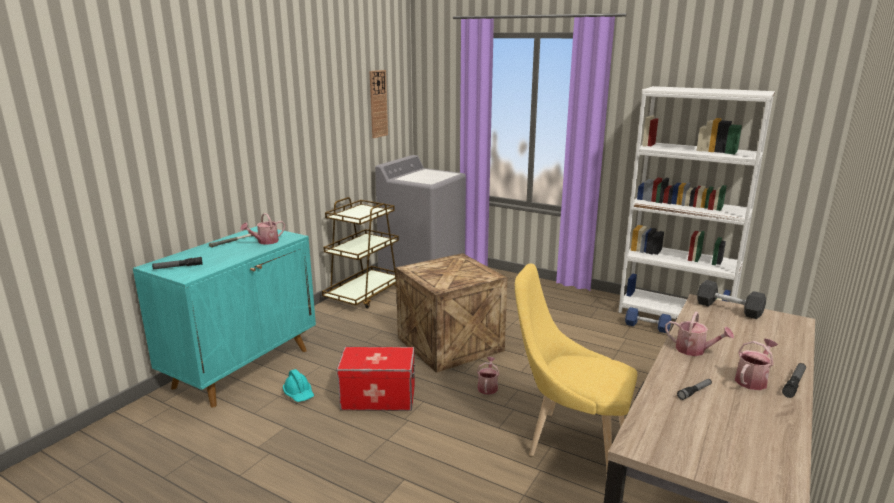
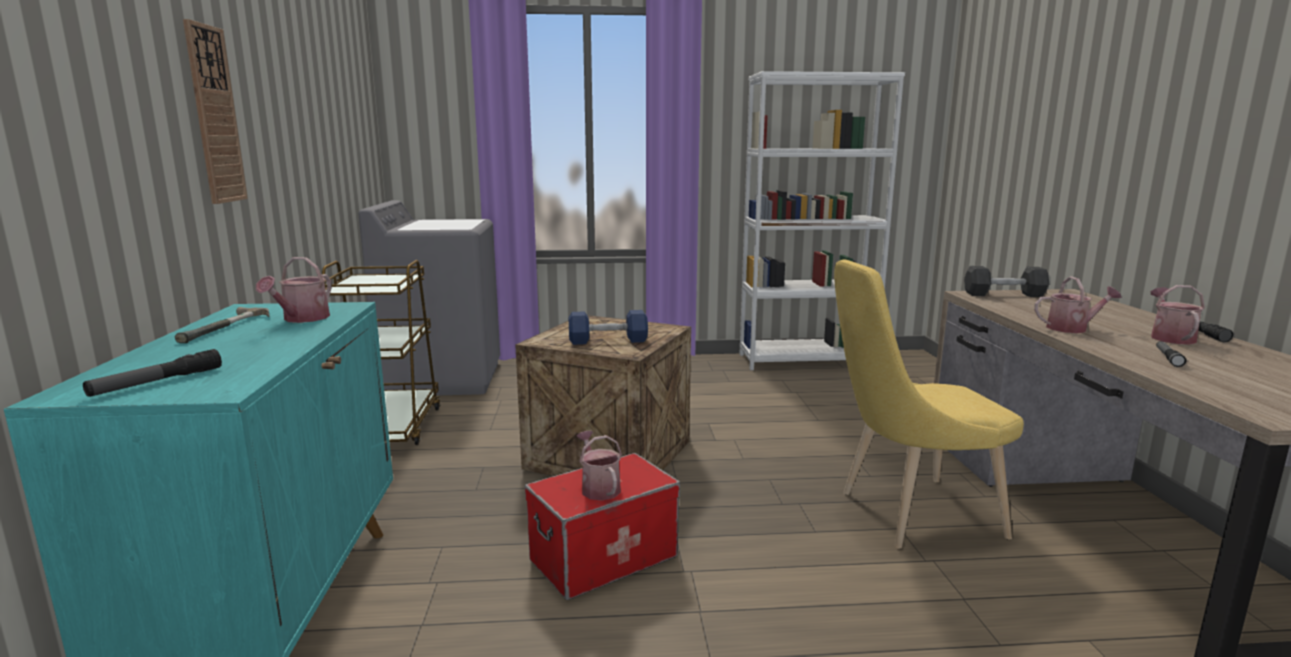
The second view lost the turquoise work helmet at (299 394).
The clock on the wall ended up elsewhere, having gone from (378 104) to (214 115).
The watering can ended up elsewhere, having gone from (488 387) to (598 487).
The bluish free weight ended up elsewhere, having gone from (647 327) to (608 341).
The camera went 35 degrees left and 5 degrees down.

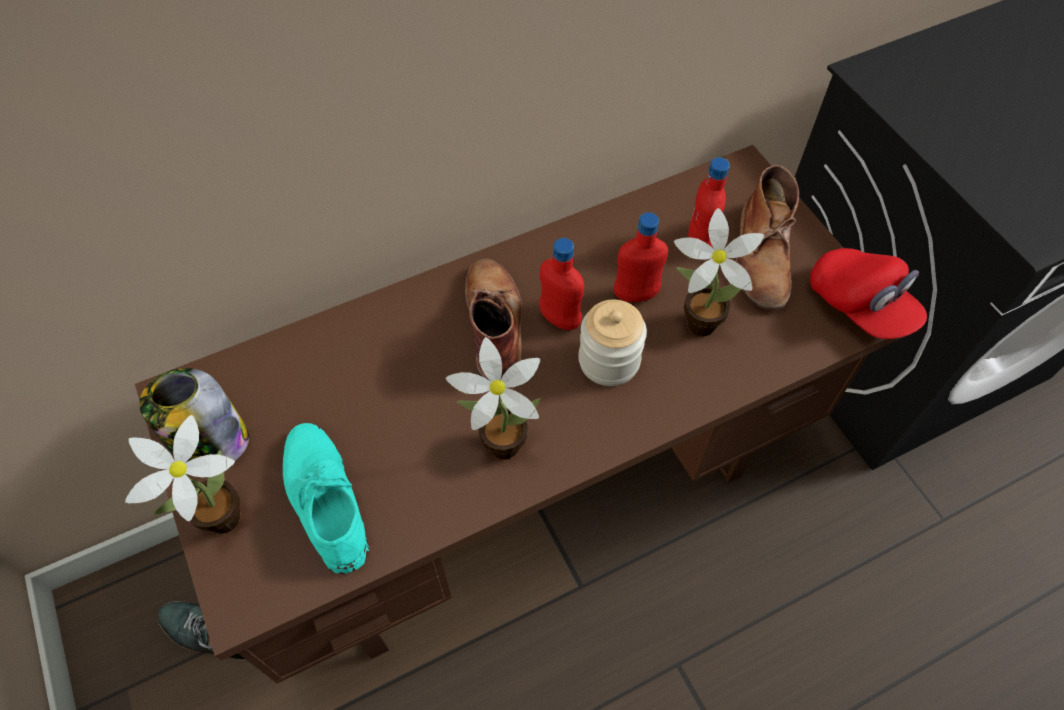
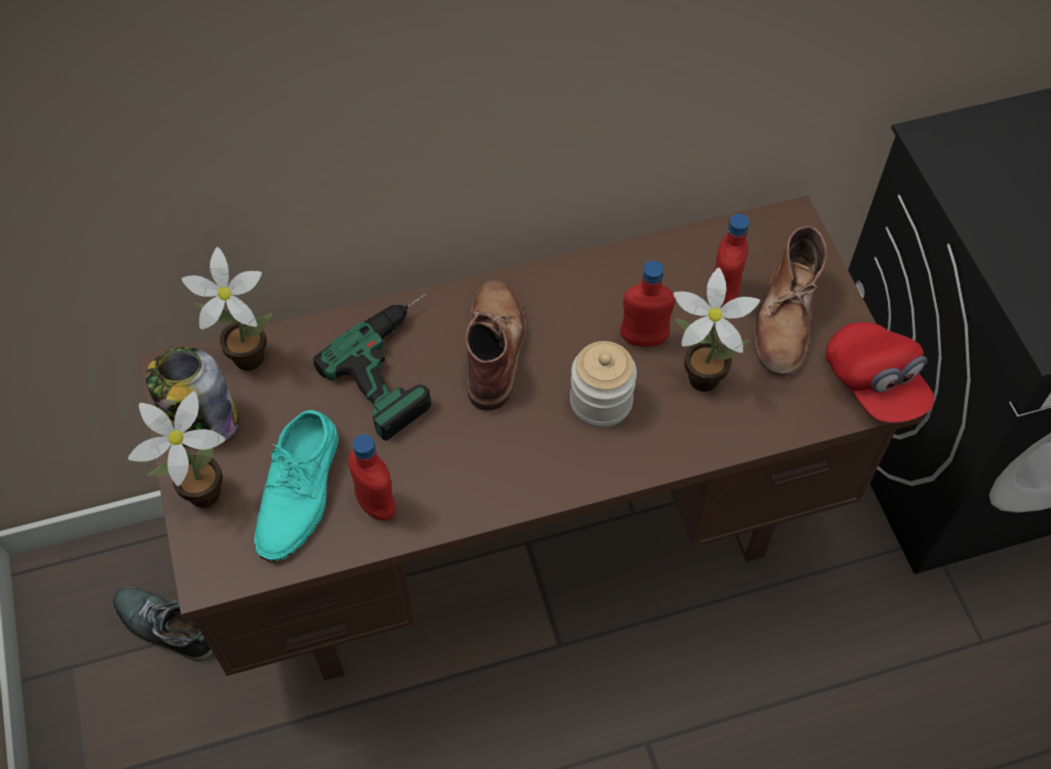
The turquoise item of footwear at (324 499) ended up facing another way, 150 degrees counterclockwise from before.
The potted plant ended up elsewhere, having gone from (498 443) to (244 355).
The red drink bottle ended up elsewhere, having gone from (559 319) to (376 505).
The second view gained the drill at (400 365).
The camera went 10 degrees right and 0 degrees up.

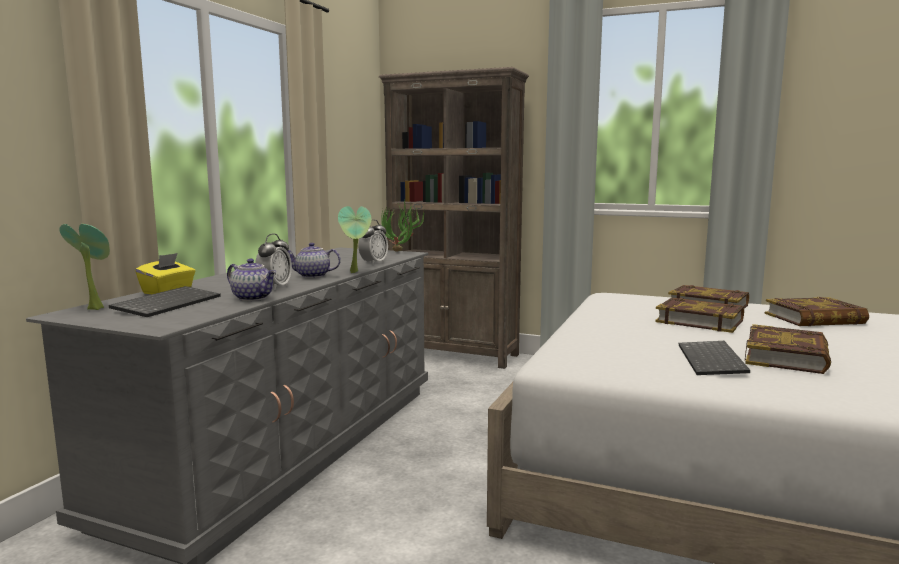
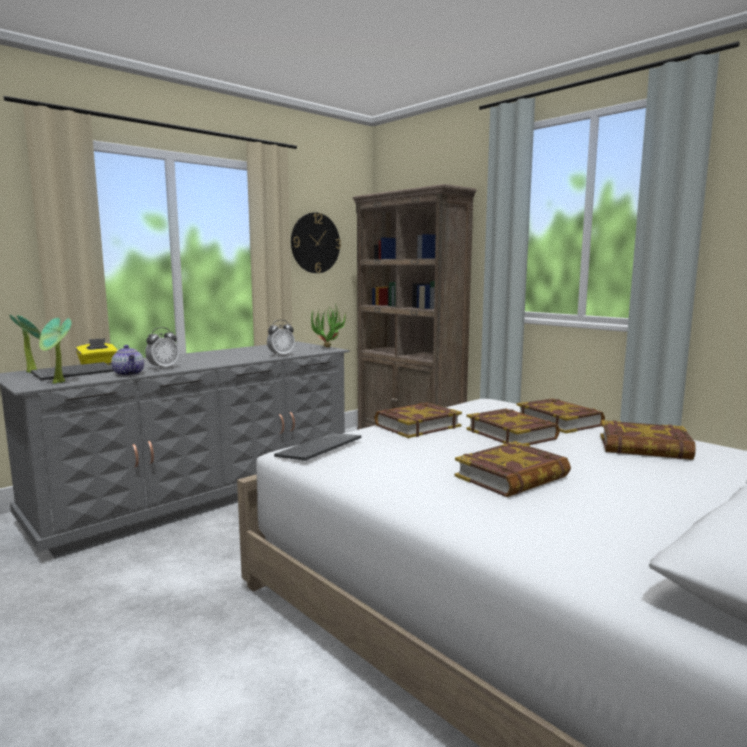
The second view lost the pot for tea at (312 276).
The potted plant ended up elsewhere, having gone from (356 272) to (58 383).
The keyboard ended up elsewhere, having gone from (713 361) to (320 449).
The second view gained the clock on the wall at (315 243).
The second view gained the bound book at (417 425).
The camera went 25 degrees right and 0 degrees up.

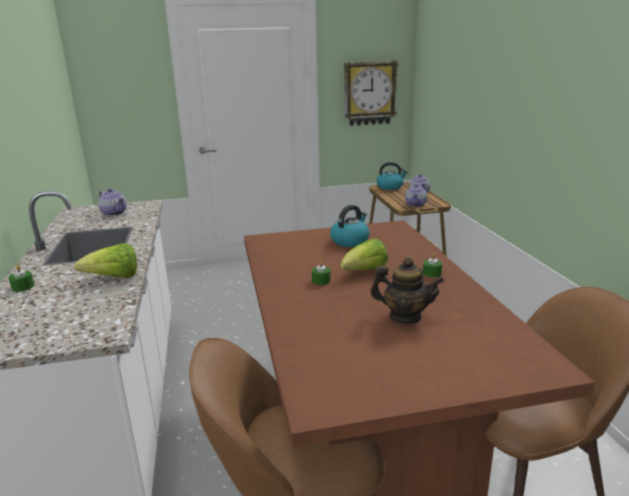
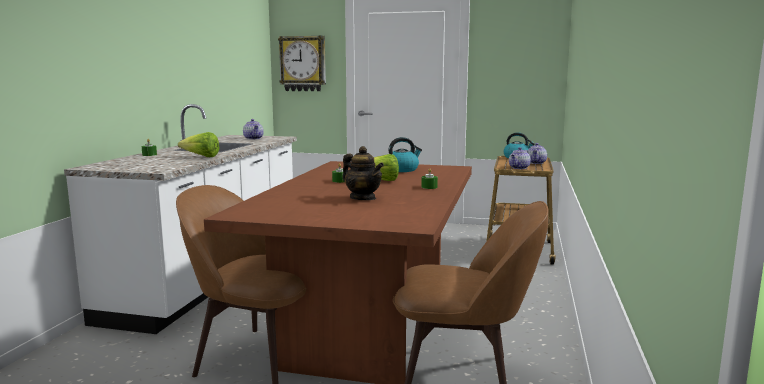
The clock on the wall ended up elsewhere, having gone from (369 93) to (303 63).
The camera went 25 degrees right and 10 degrees down.

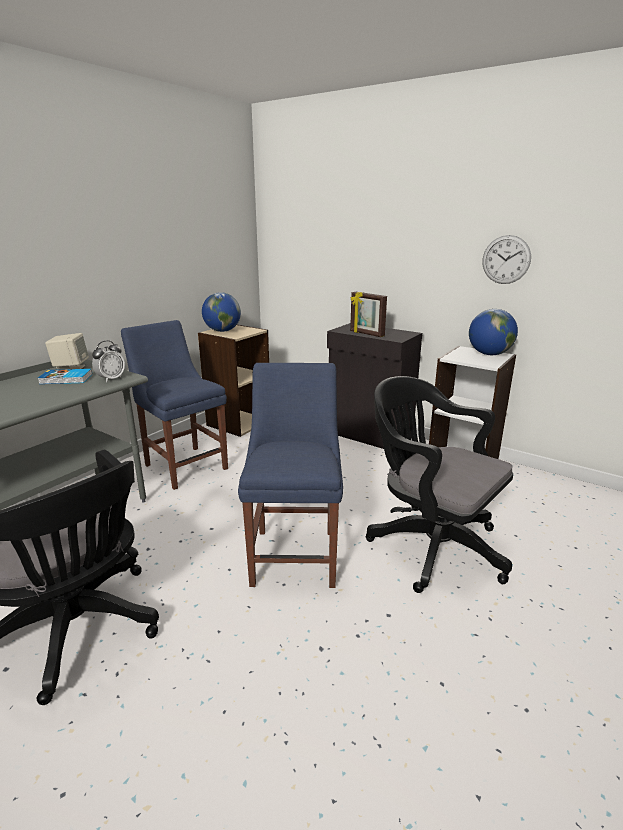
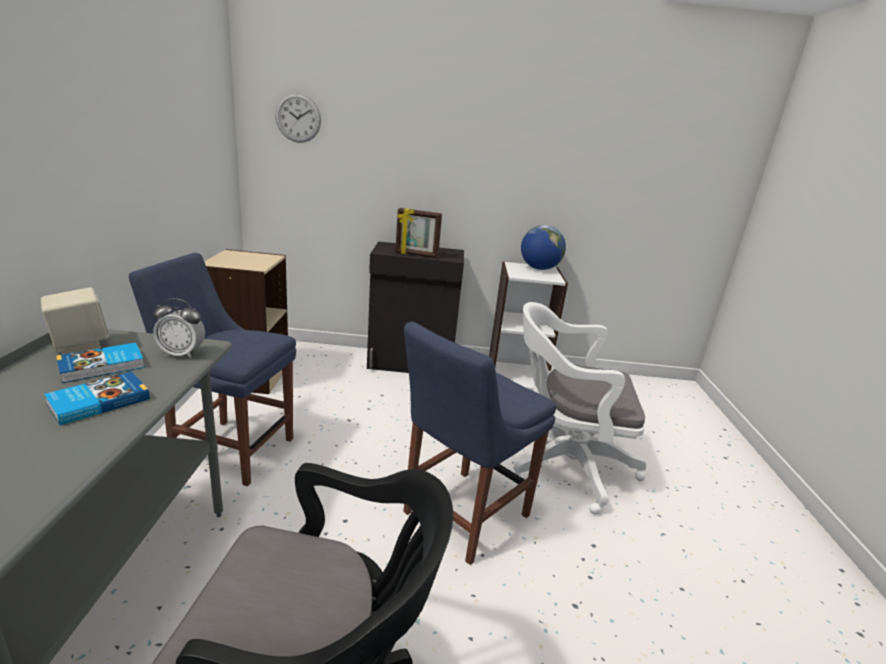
The table clock at (111 379) ended up facing another way, 90 degrees clockwise from before.
The second view lost the globe at (222 331).
The bluish chair at (295 553) ended up facing another way, 105 degrees counterclockwise from before.
What was the blackish office chair at (430 545) turned into the white office chair at (562 464).
The clock on the wall ended up elsewhere, having gone from (506 259) to (298 118).
The second view gained the bound book at (98 401).
The camera went 35 degrees left and 0 degrees up.

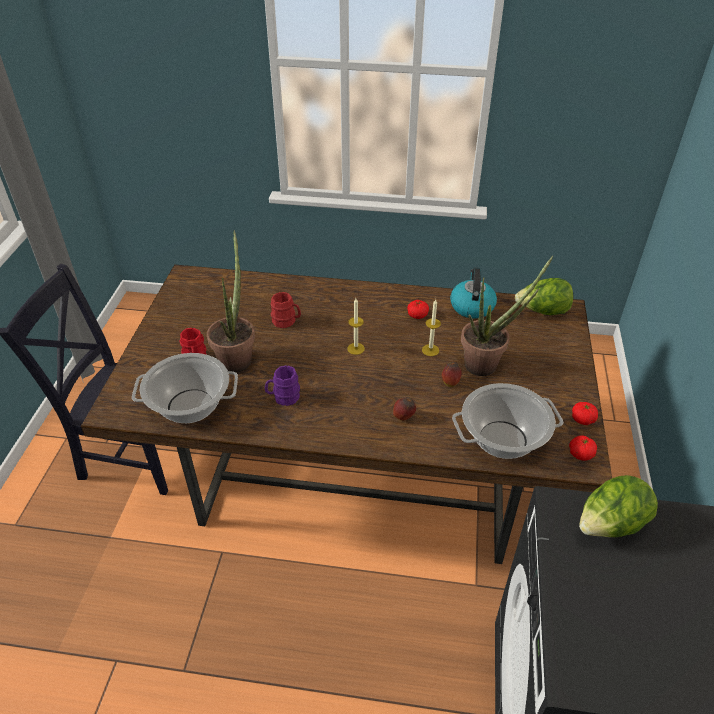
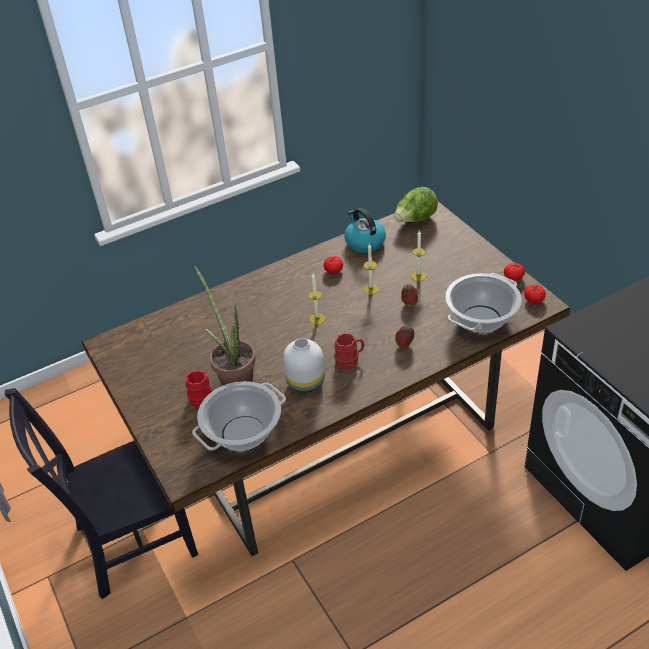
Where the purplish coffee mug stood at (283 397), the white flower vase came to stand at (306 383).
The red coffee mug ended up elsewhere, having gone from (287 321) to (350 360).
Where the potted plant stood at (487 363), the candle came to stand at (418 276).
The second view lost the lettuce head at (610 525).
The camera went 35 degrees left and 0 degrees up.

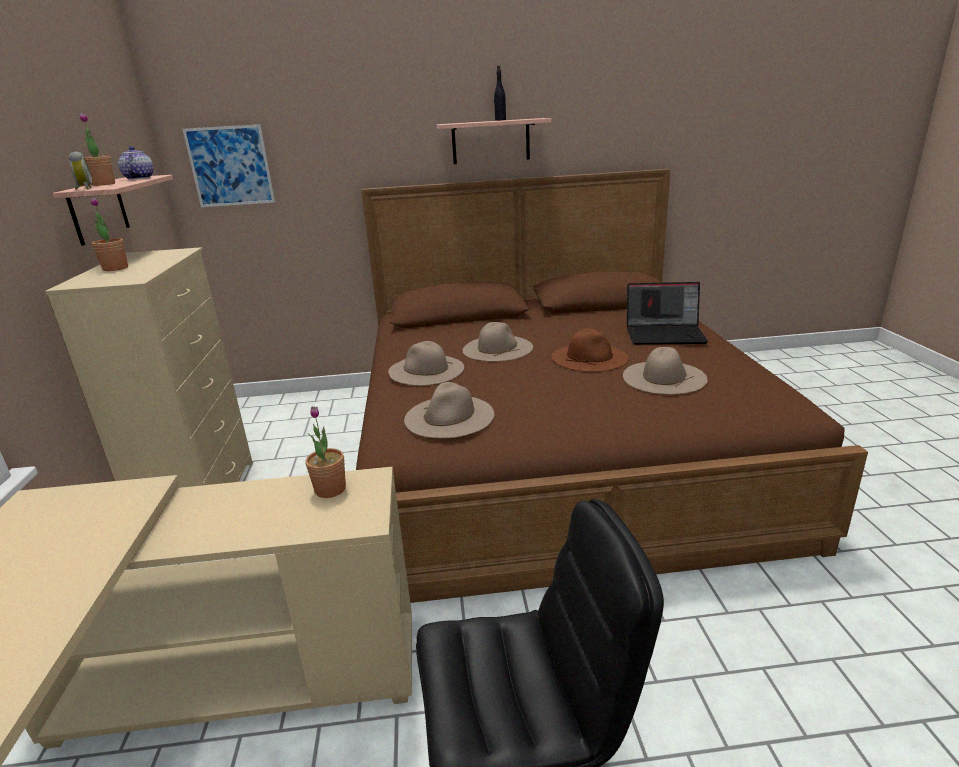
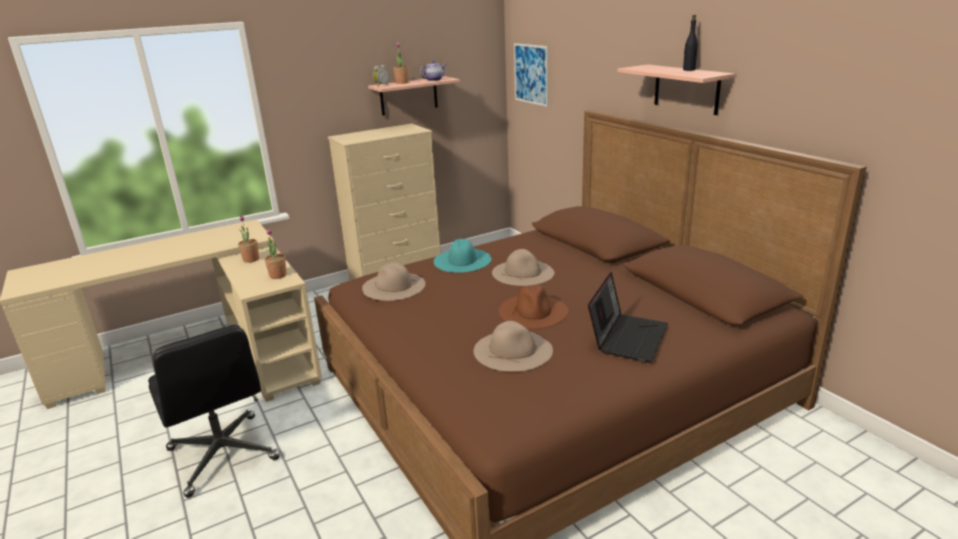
The potted plant ended up elsewhere, having gone from (115 268) to (251 259).
What was the beige hat at (426 370) turned into the turquoise hat at (462 260).
The portable computer at (665 334) ended up facing another way, 135 degrees counterclockwise from before.
The camera went 65 degrees right and 0 degrees up.

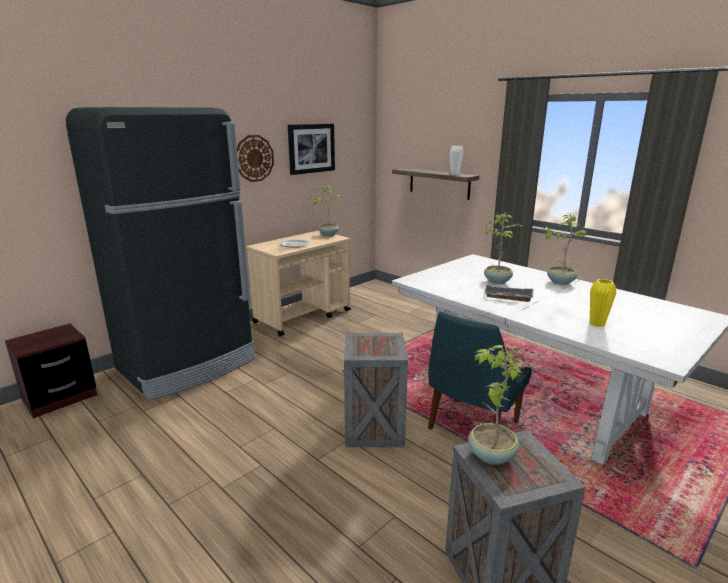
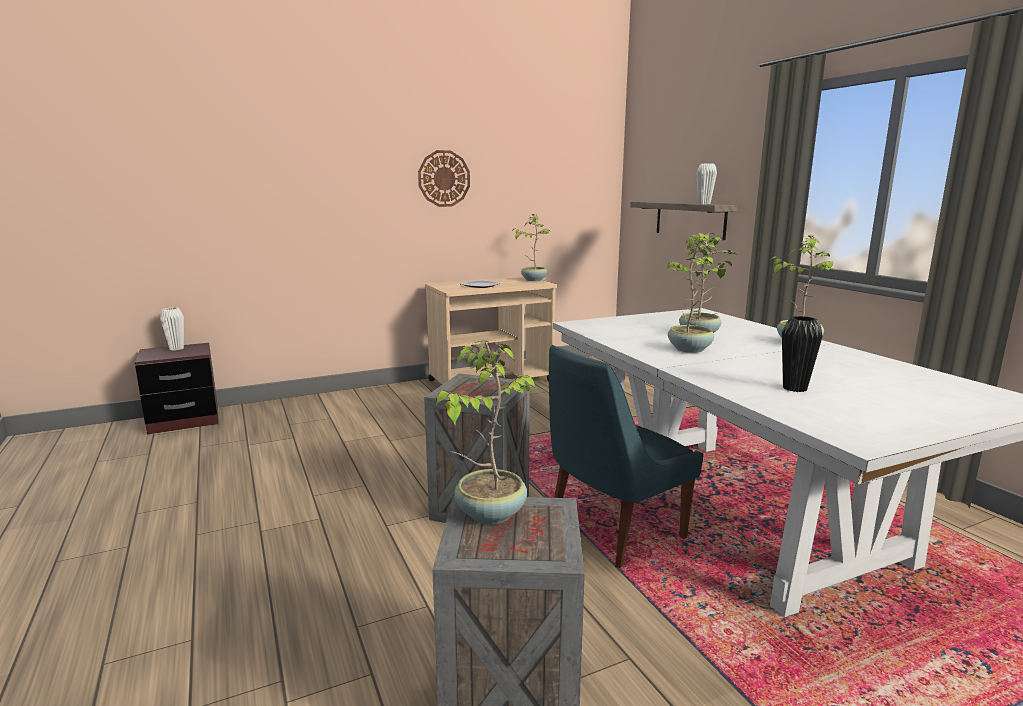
The second view lost the blackish kitchen fridge at (188 364).
The second view lost the wall art at (311 148).
Where the grey tray stood at (507 297), the potted plant came to stand at (690 350).
What was the yellow-coloured flower vase at (597 324) turned into the blackish flower vase at (794 388).
The second view gained the white flower vase at (176 348).
The camera went 20 degrees right and 5 degrees down.

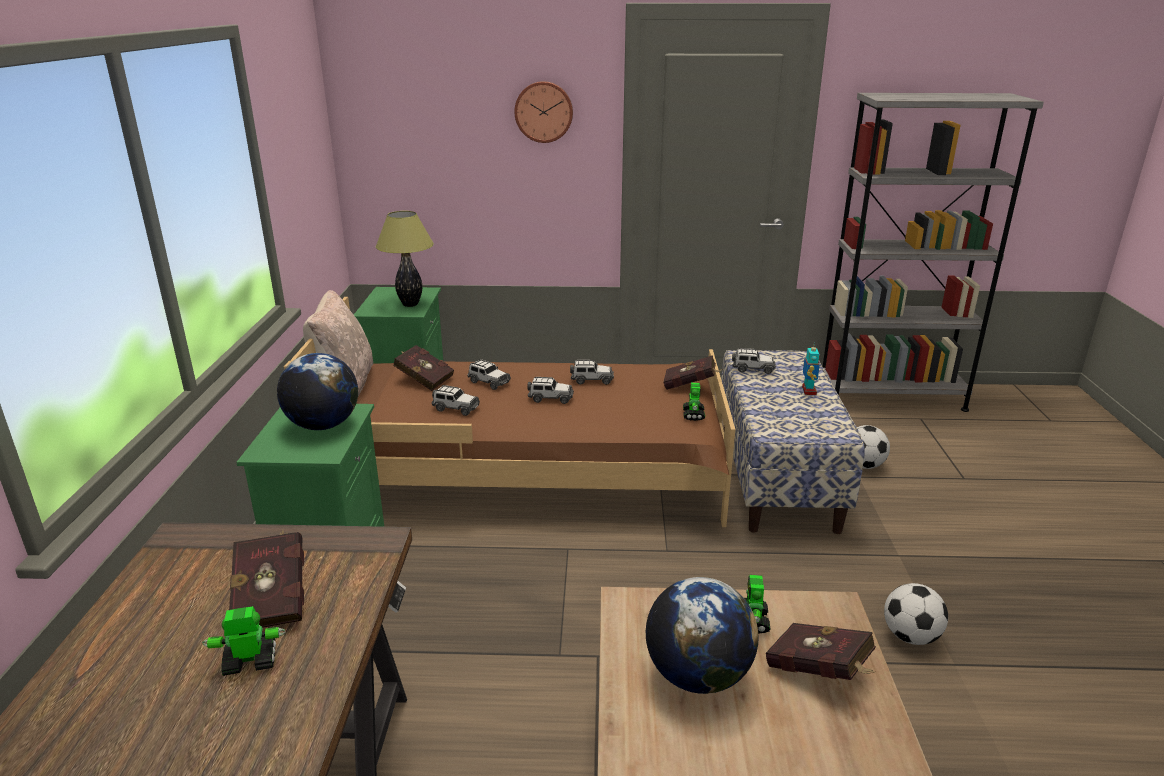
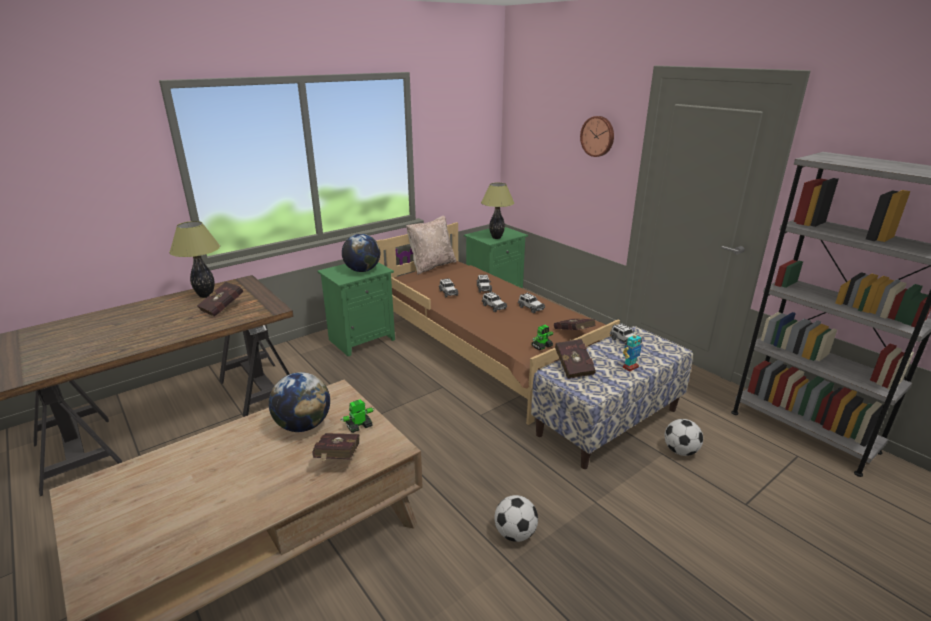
The second view lost the model robot at (250 661).
The red bound book ended up elsewhere, having gone from (423 379) to (573 367).
The second view gained the tabletop lamp at (206 295).
The camera went 50 degrees right and 0 degrees up.

